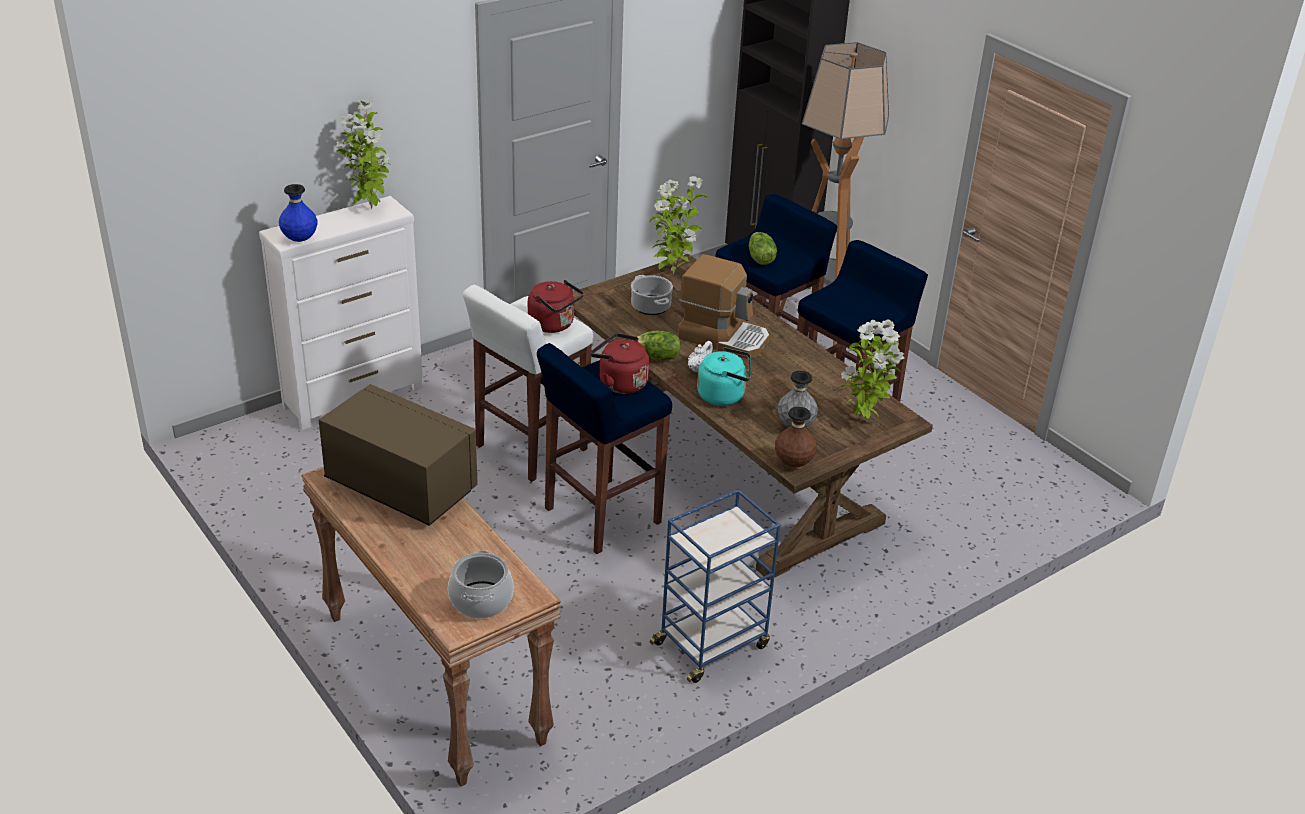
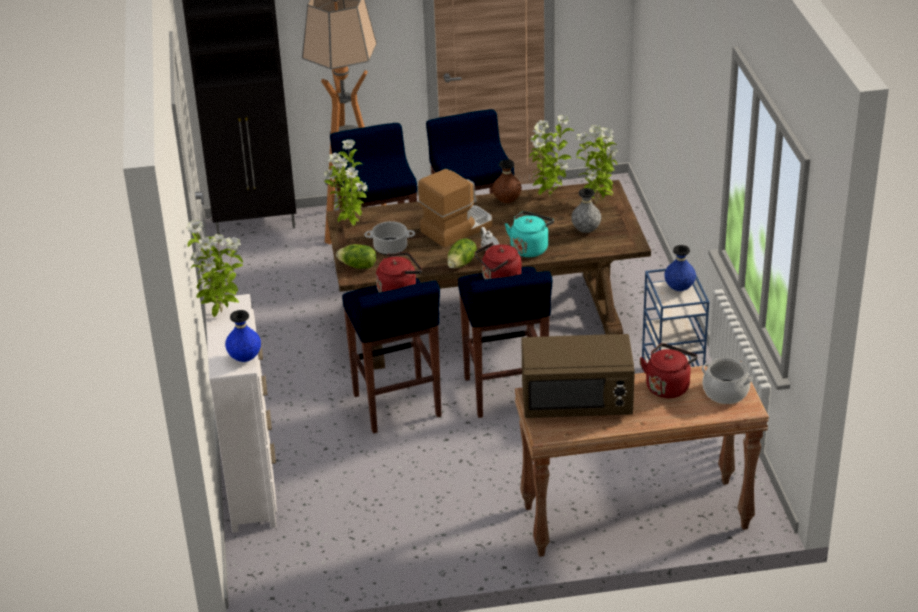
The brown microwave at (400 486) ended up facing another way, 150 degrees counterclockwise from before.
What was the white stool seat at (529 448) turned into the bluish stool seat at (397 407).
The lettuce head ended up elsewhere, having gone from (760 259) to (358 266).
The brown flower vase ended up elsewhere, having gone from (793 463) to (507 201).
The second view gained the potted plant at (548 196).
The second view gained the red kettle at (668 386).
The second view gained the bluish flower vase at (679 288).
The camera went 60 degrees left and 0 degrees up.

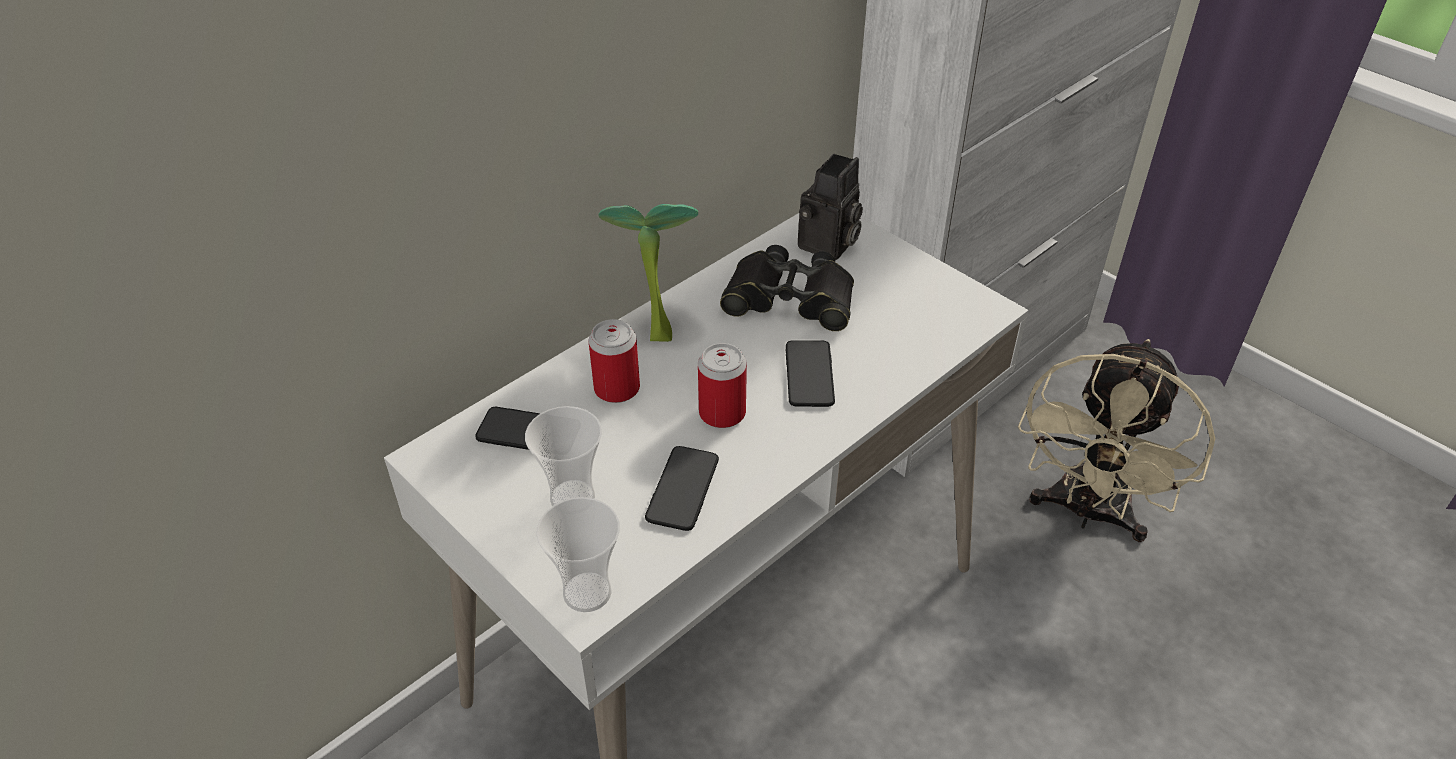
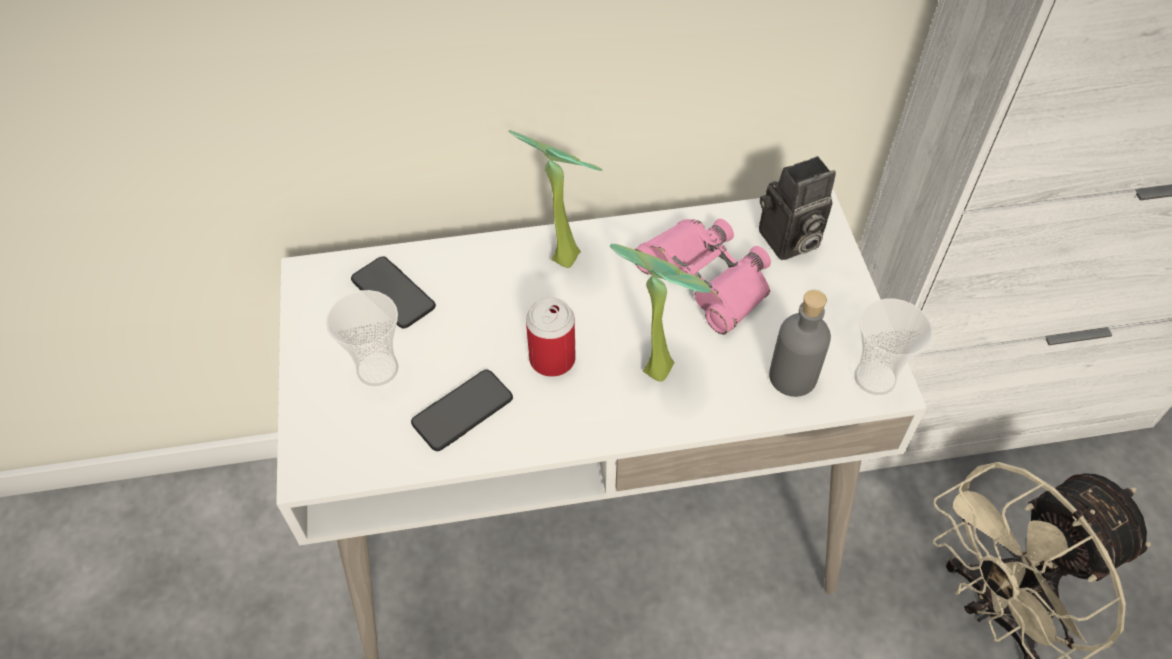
The small cup ended up elsewhere, having gone from (587 592) to (875 378).
The second view lost the sealed can at (617 388).
What was the blackish pair of binoculars at (790 299) turned into the pink-coloured pair of binoculars at (705 279).
Where the telephone stood at (809 375), the potted plant came to stand at (656 363).
The second view gained the grey drink bottle at (792 377).
The camera went 35 degrees right and 10 degrees up.

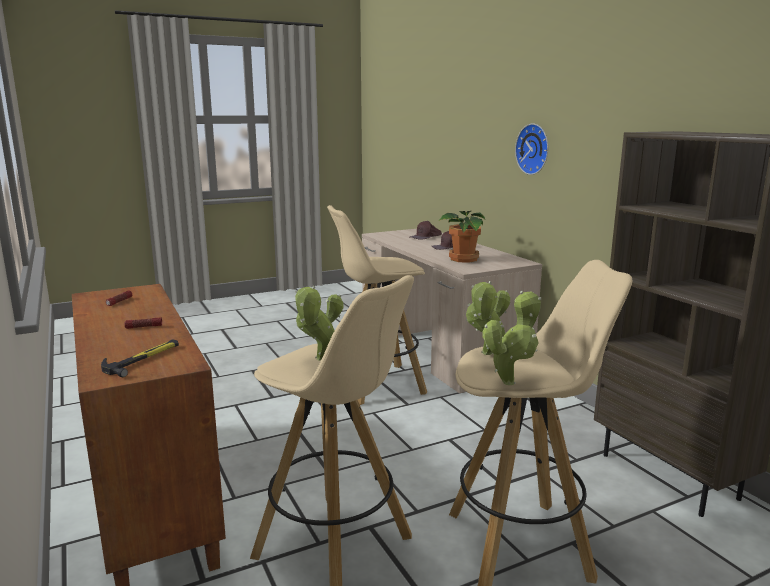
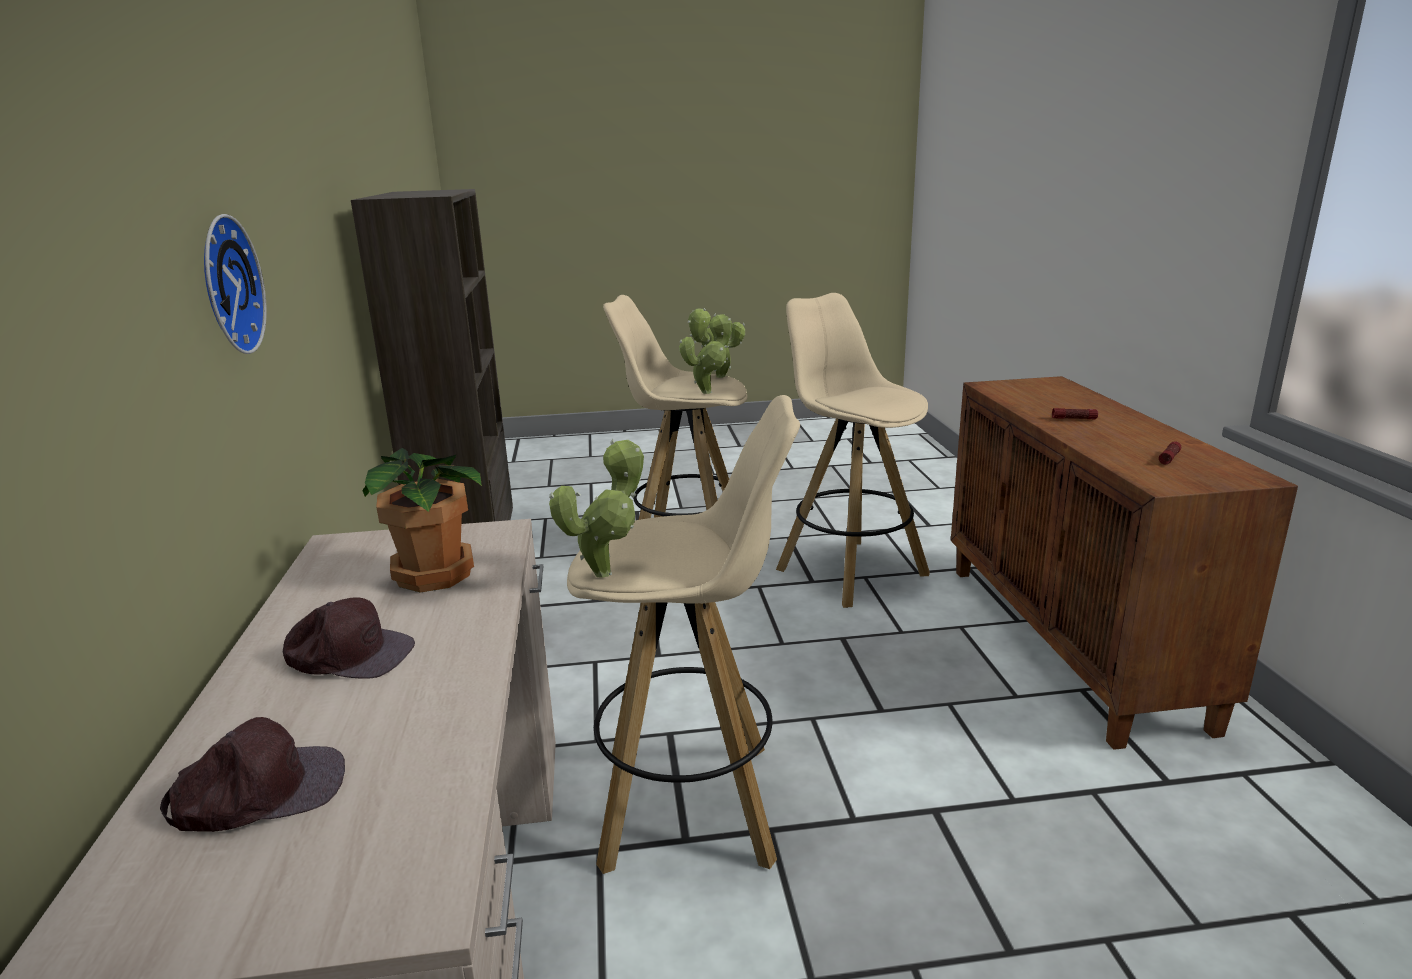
The second view lost the hammer at (143 359).
The potted plant ended up elsewhere, having gone from (319 360) to (607 571).
The camera went 160 degrees left and 5 degrees up.

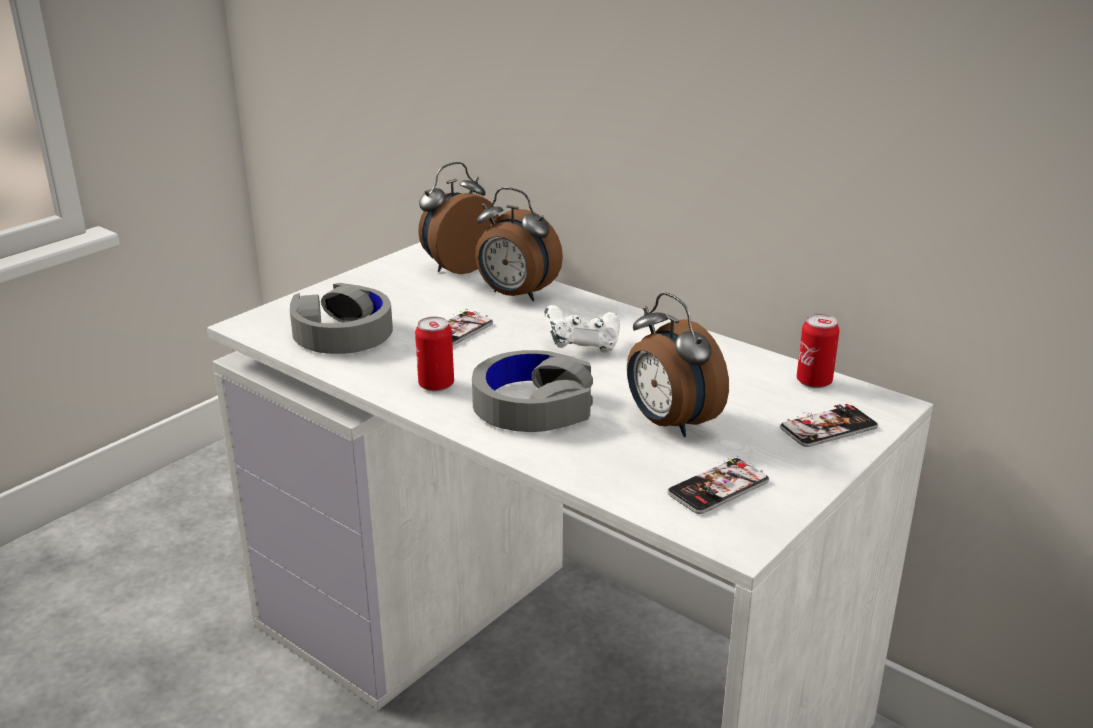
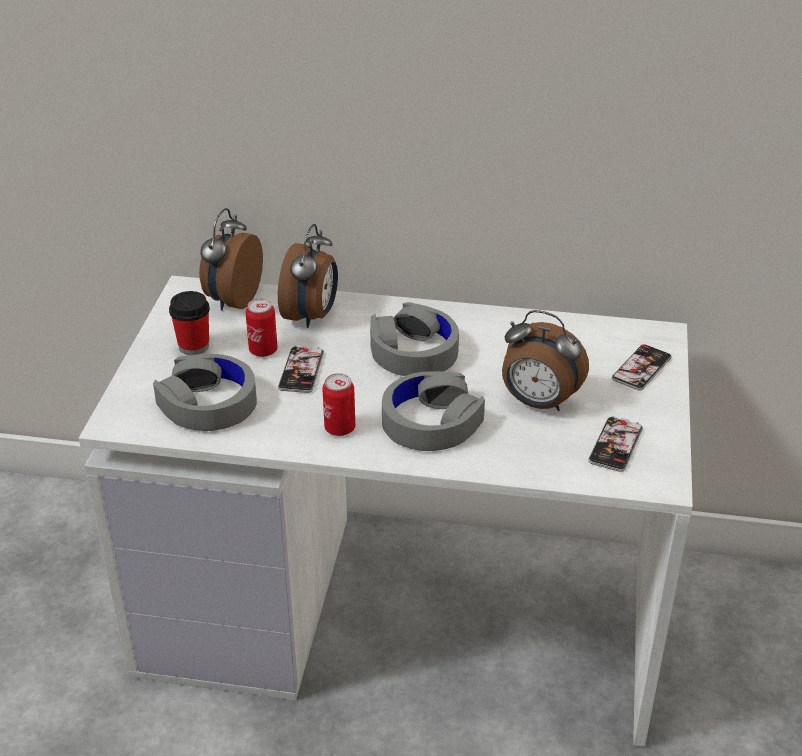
The table clock at (515 295) ended up facing another way, 75 degrees counterclockwise from before.
Where the white joypad stood at (582 346), the grey headphones came to stand at (413 351).
The sealed can ended up elsewhere, having gone from (814 382) to (263 350).
The second view gained the small cup at (194 346).
The camera went 30 degrees left and 10 degrees up.

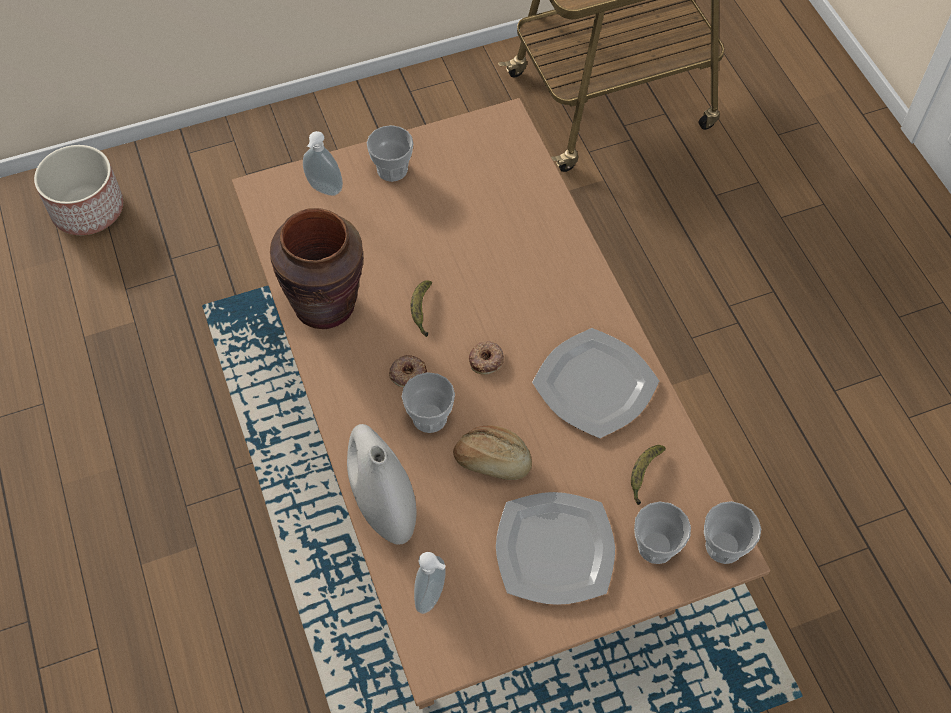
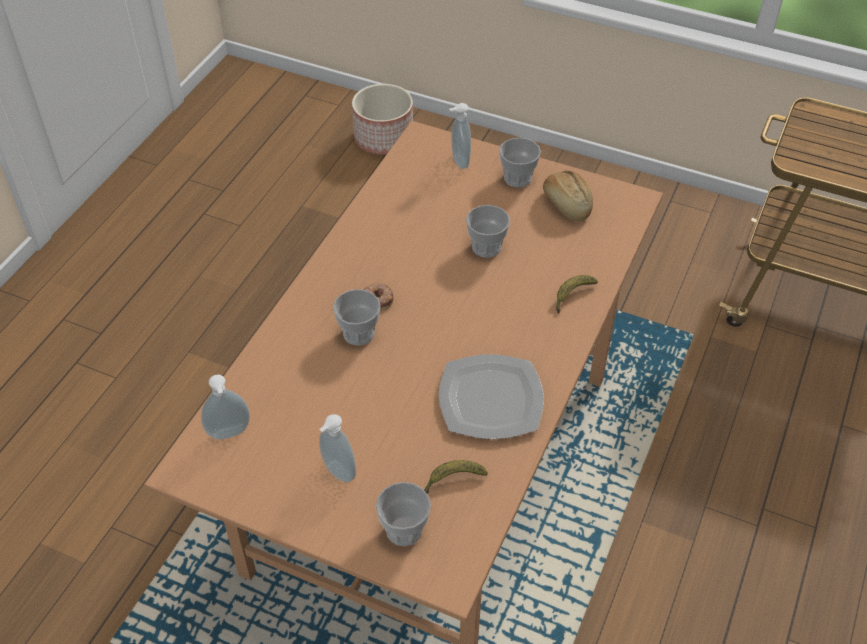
The second view lost the brown flower vase at (326 305).
The second view lost the white flower vase at (383 505).
The banana fruit ended up elsewhere, having gone from (421 311) to (572 296).
The bread ended up elsewhere, having gone from (492 461) to (567 204).
The second view lost the ring doughnut at (486 360).
Where the dinner plate stood at (555 548), the soap dispenser came to stand at (337 473).
The small cup ended up elsewhere, having gone from (724 546) to (486 247).
The camera went 45 degrees right and 10 degrees down.

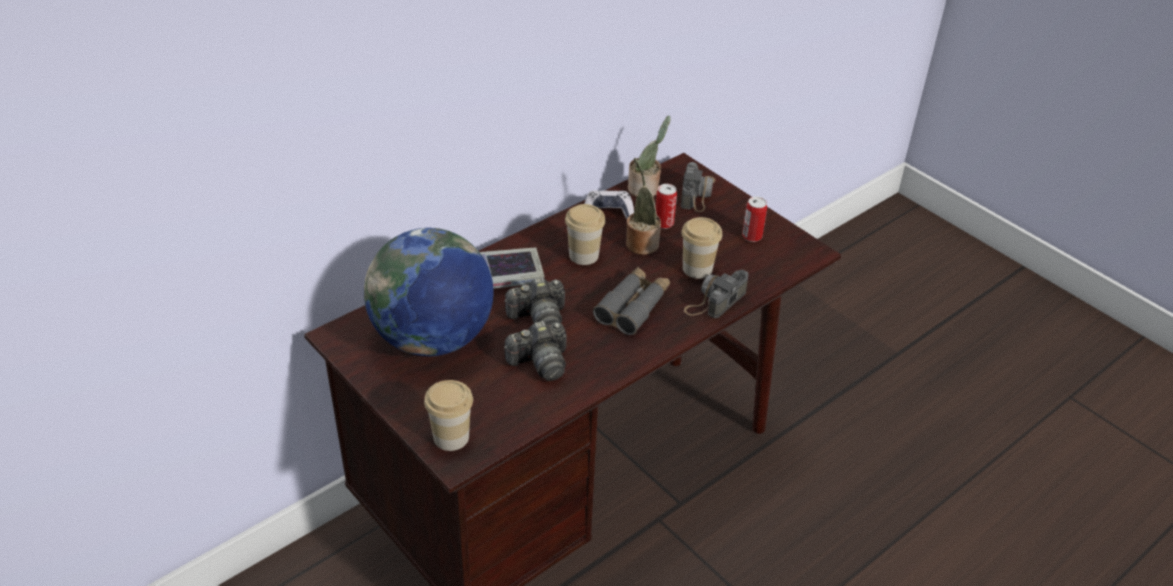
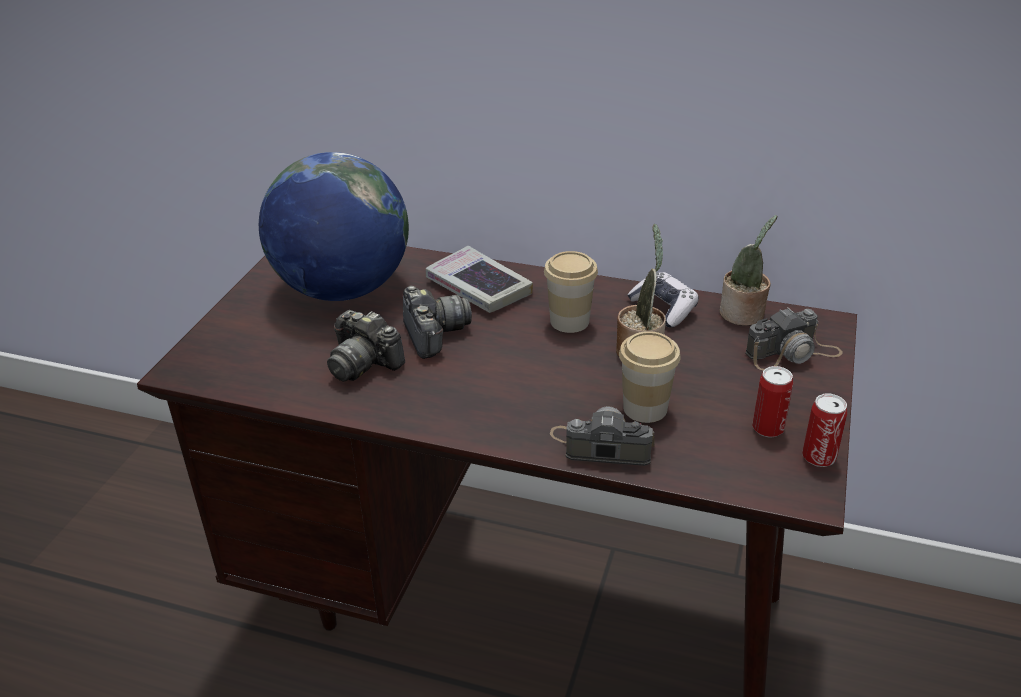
The second view lost the small cup at (451 437).
The still camera at (538 318) ended up facing another way, 150 degrees counterclockwise from before.
The second view lost the grey pair of binoculars at (633 307).
The sealed can ended up elsewhere, having gone from (664 223) to (818 457).
The camera went 60 degrees right and 5 degrees down.

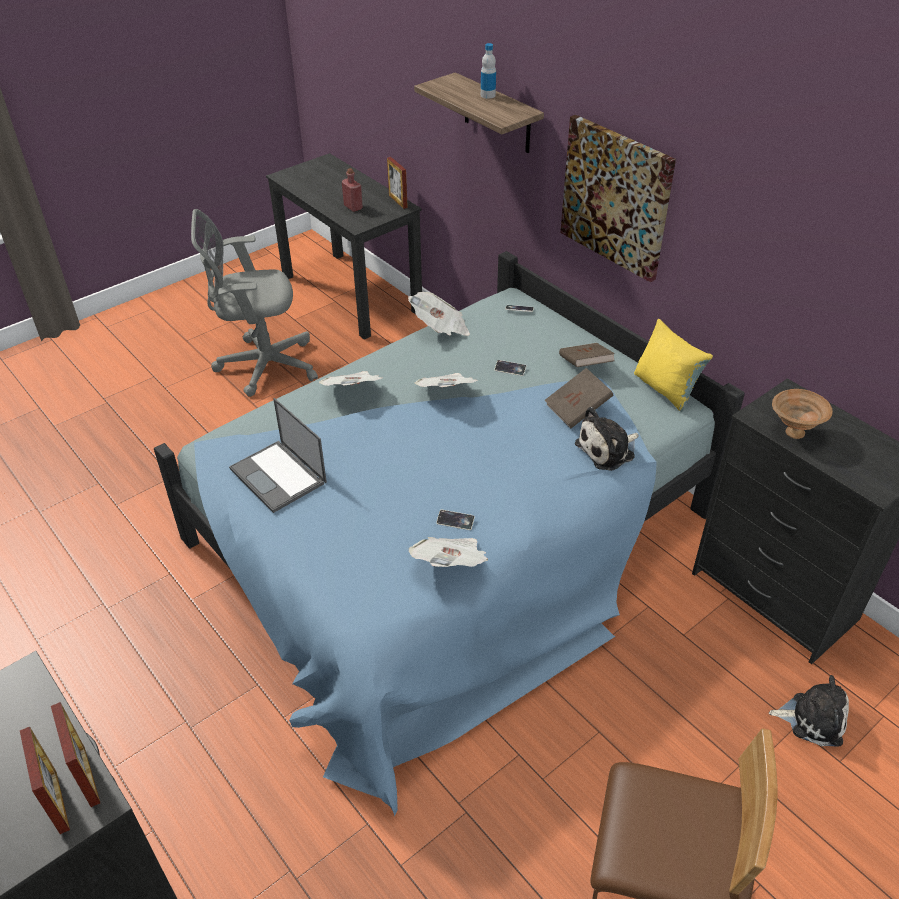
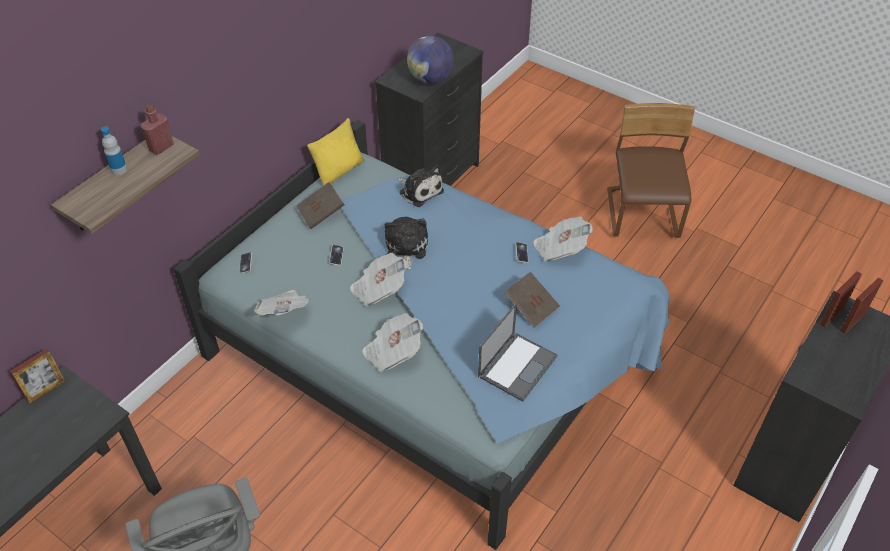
The red drink bottle ended up elsewhere, having gone from (353 207) to (161 147).
The brown bound book ended up elsewhere, having gone from (577 409) to (531 307).
The second view lost the wall art at (616 197).
The cuddly toy ended up elsewhere, having gone from (812 718) to (406 248).
Where the brown serving bowl stood at (793 433), the globe came to stand at (430 79).
The camera went 105 degrees left and 5 degrees up.

